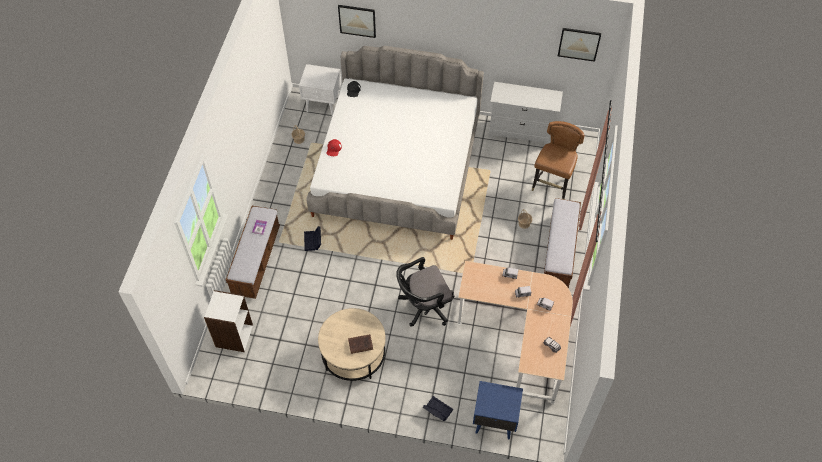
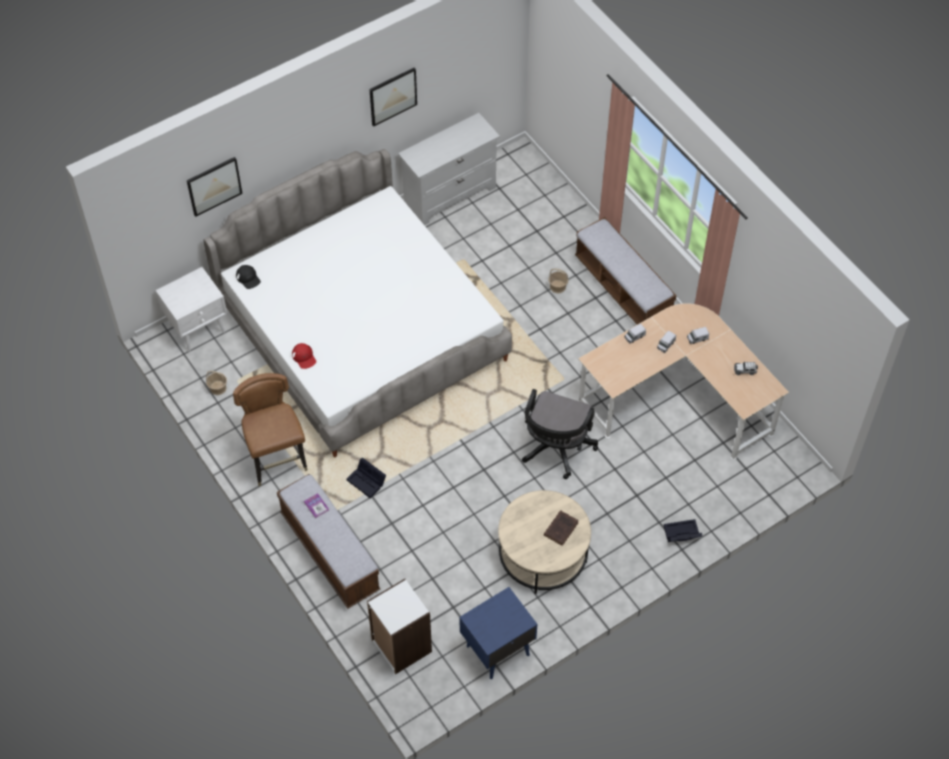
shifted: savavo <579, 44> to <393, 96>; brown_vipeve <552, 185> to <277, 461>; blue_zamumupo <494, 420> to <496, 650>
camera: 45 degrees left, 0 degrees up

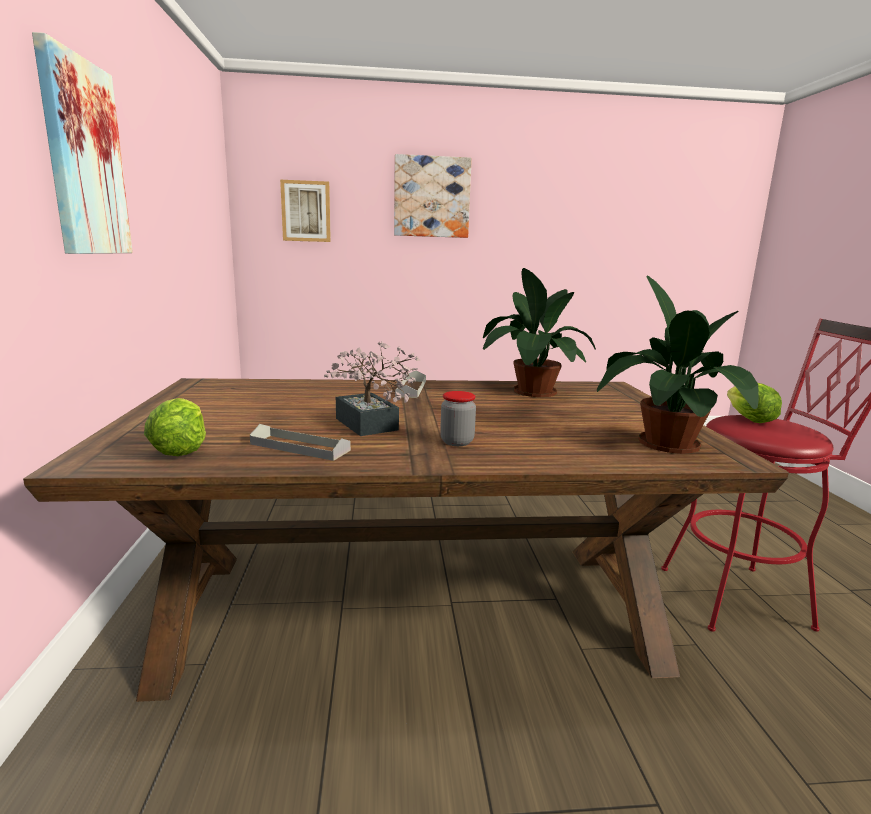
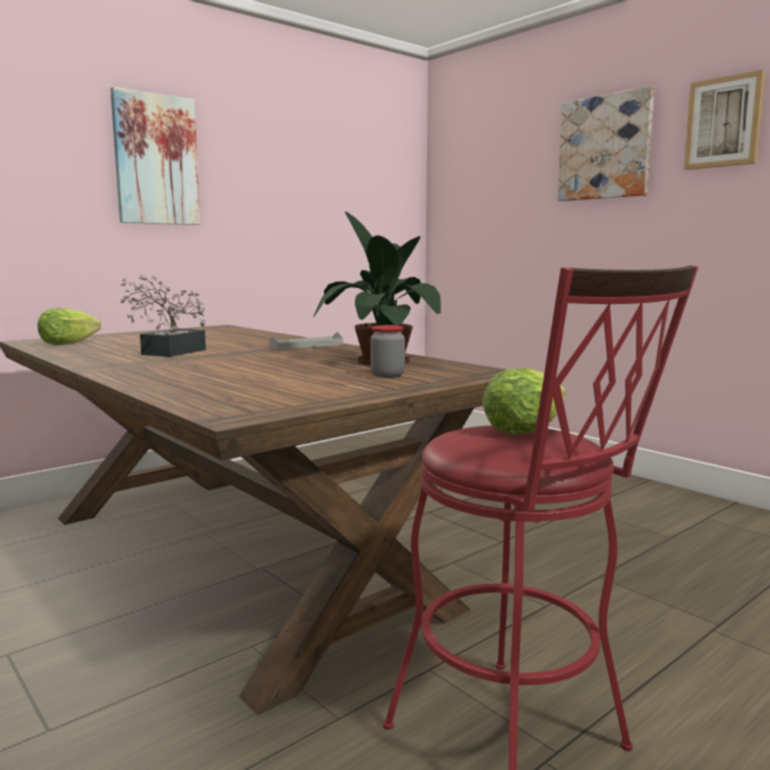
gone: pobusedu <664, 441>; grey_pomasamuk <300, 447>
shifted: savavo <306, 211> to <724, 122>; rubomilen <457, 442> to <387, 375>
camera: 55 degrees right, 5 degrees down

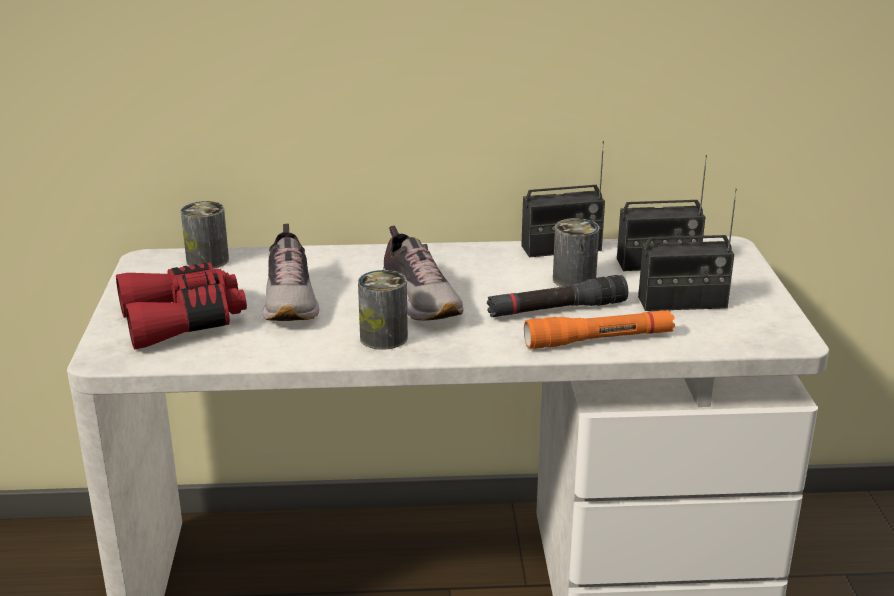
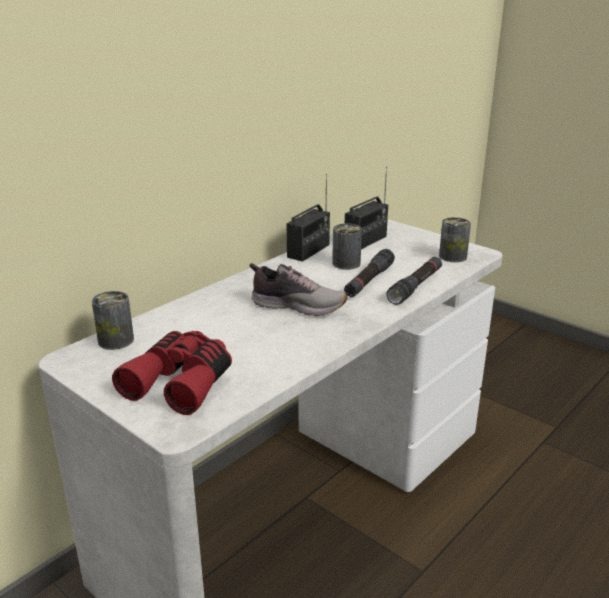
gone: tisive <682, 302>; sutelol <291, 302>
shifted: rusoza <383, 337> to <452, 256>
repainted: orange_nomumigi <599, 340> to black_nomumigi <416, 286>
camera: 45 degrees left, 0 degrees up

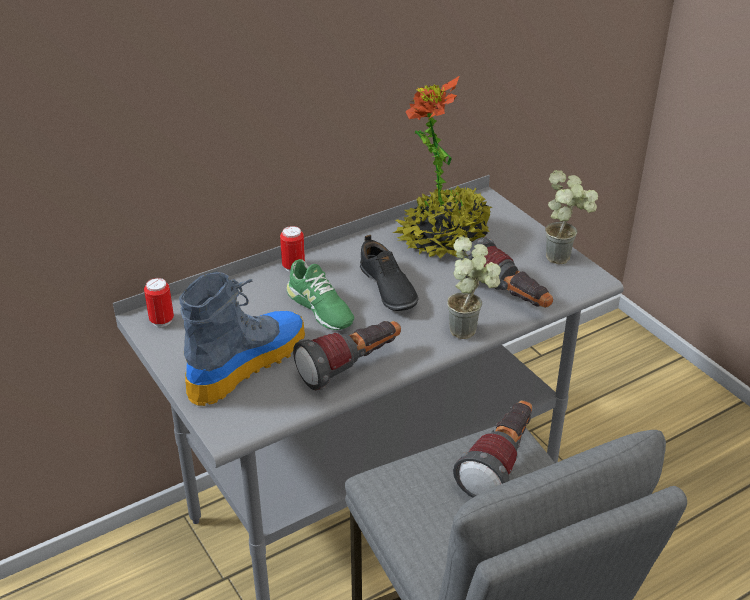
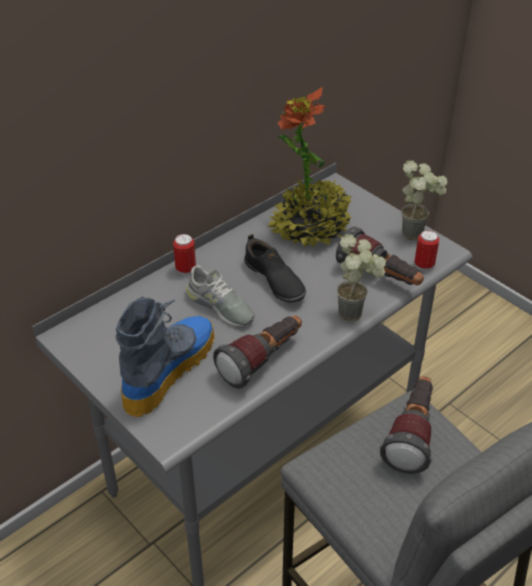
shifted: rusoza <162, 320> to <424, 265>
repainted: green_sutelol <320, 308> to grey_sutelol <219, 306>
camera: 10 degrees left, 5 degrees up

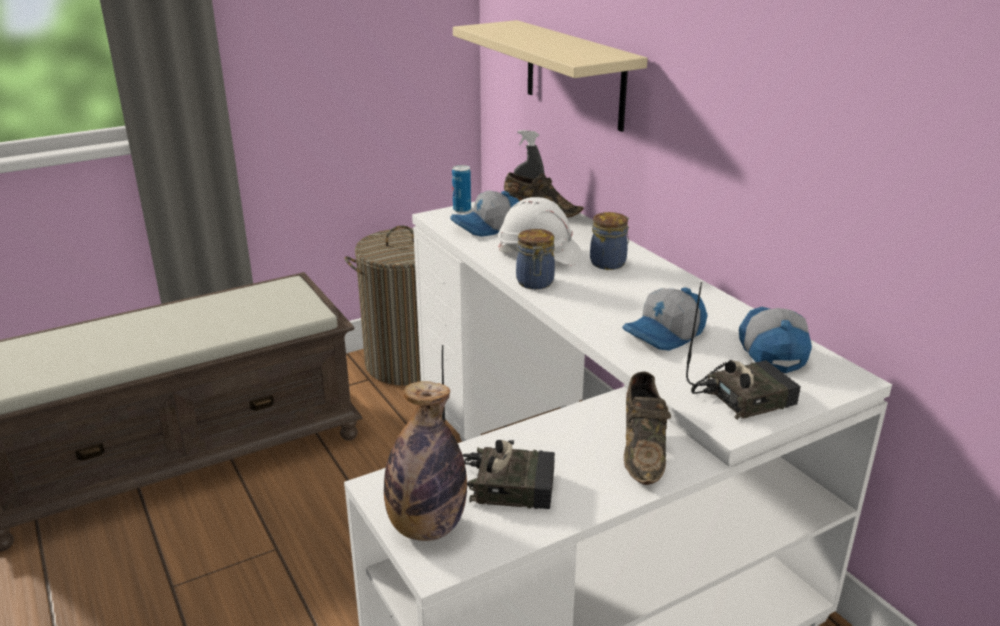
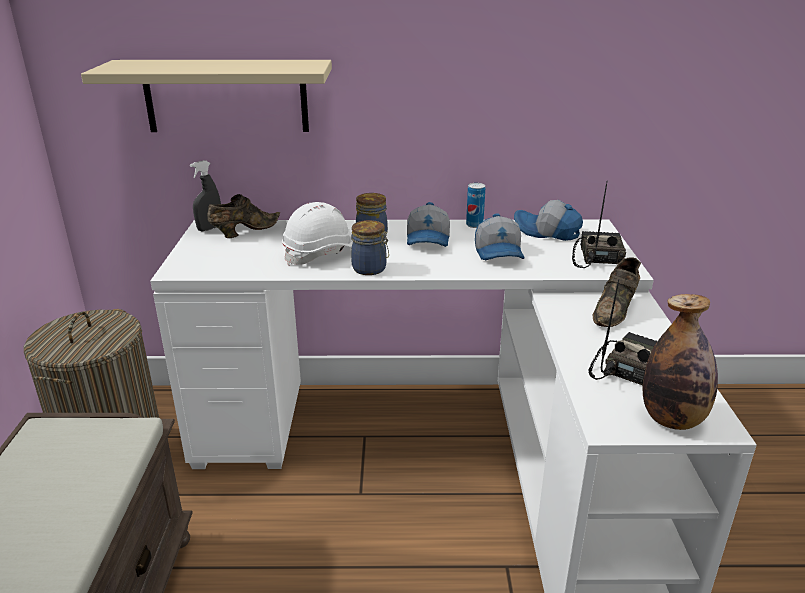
shifted: rusoza <462, 210> to <474, 225>; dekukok <487, 227> to <429, 240>
rotated: brown_sutelol <643, 450> = <615, 311> 90 degrees clockwise
camera: 60 degrees left, 0 degrees up

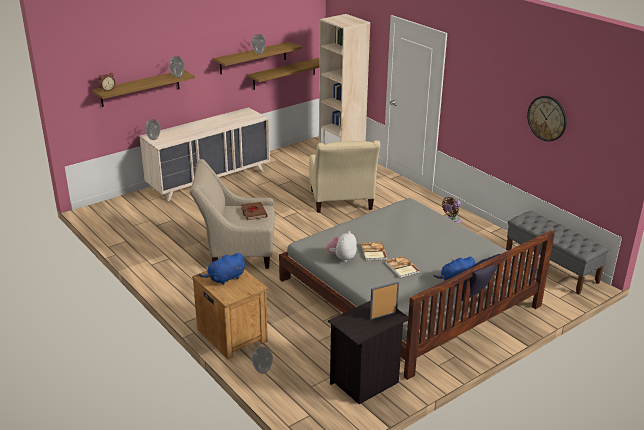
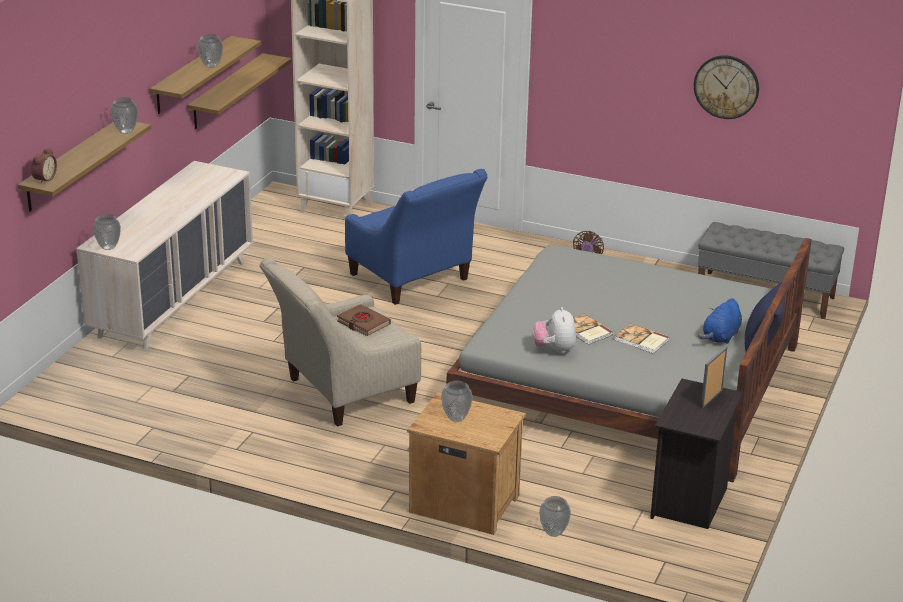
swapped: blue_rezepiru <225, 278> to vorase <456, 418>
repainted: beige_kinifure <341, 202> to blue_kinifure <414, 280>
camera: 30 degrees left, 0 degrees up

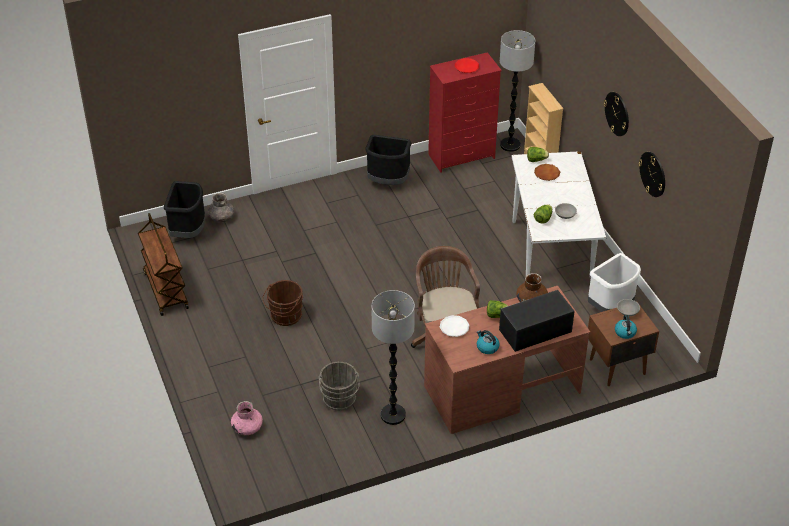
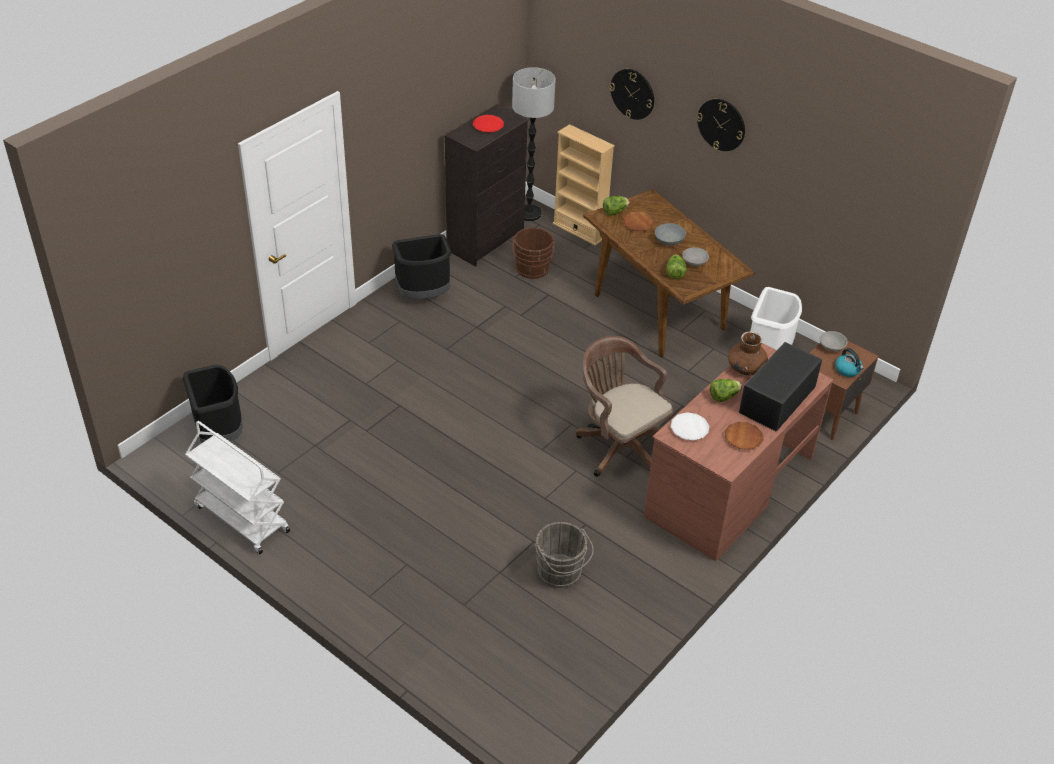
gone: grey_vorase <221, 217>; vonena <392, 415>; pink_vorase <247, 427>
new: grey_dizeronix <669, 241>
shifted: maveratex <653, 174> to <632, 93>; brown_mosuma <285, 317> to <532, 270>
swapped: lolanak <487, 347> to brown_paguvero <743, 438>
repainted: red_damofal <462, 156> to black_damofal <486, 241>; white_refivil <551, 248> to brown_refivil <658, 311>; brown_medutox <165, 290> to white_medutox <241, 519>
camera: 30 degrees left, 0 degrees up

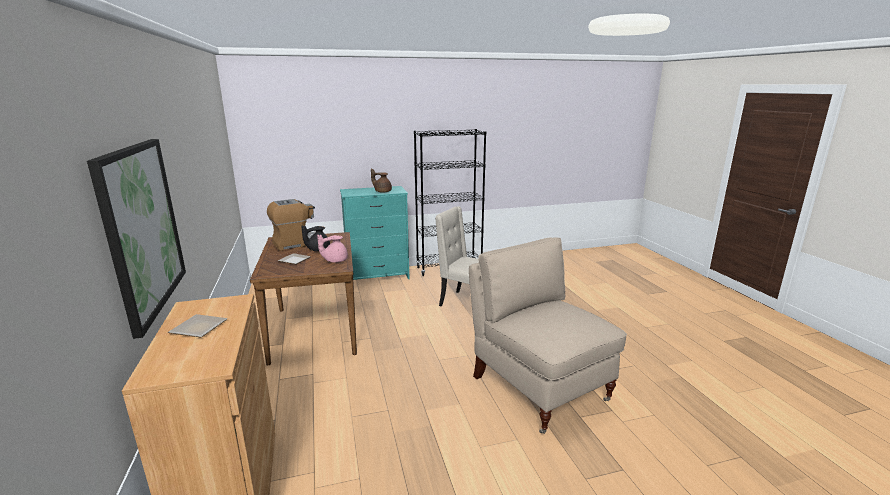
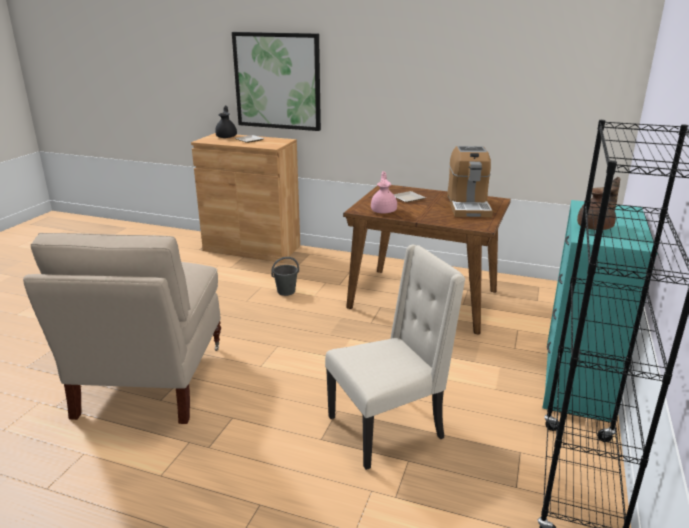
new: grey_mosuma <286, 291>
shifted: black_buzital <318, 250> to <227, 137>
rotated: beige_vipeve <538, 387> = <151, 381> 90 degrees clockwise
camera: 125 degrees right, 5 degrees up

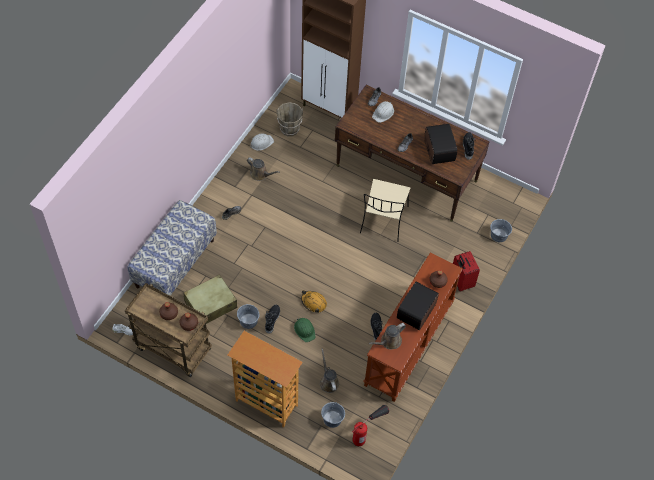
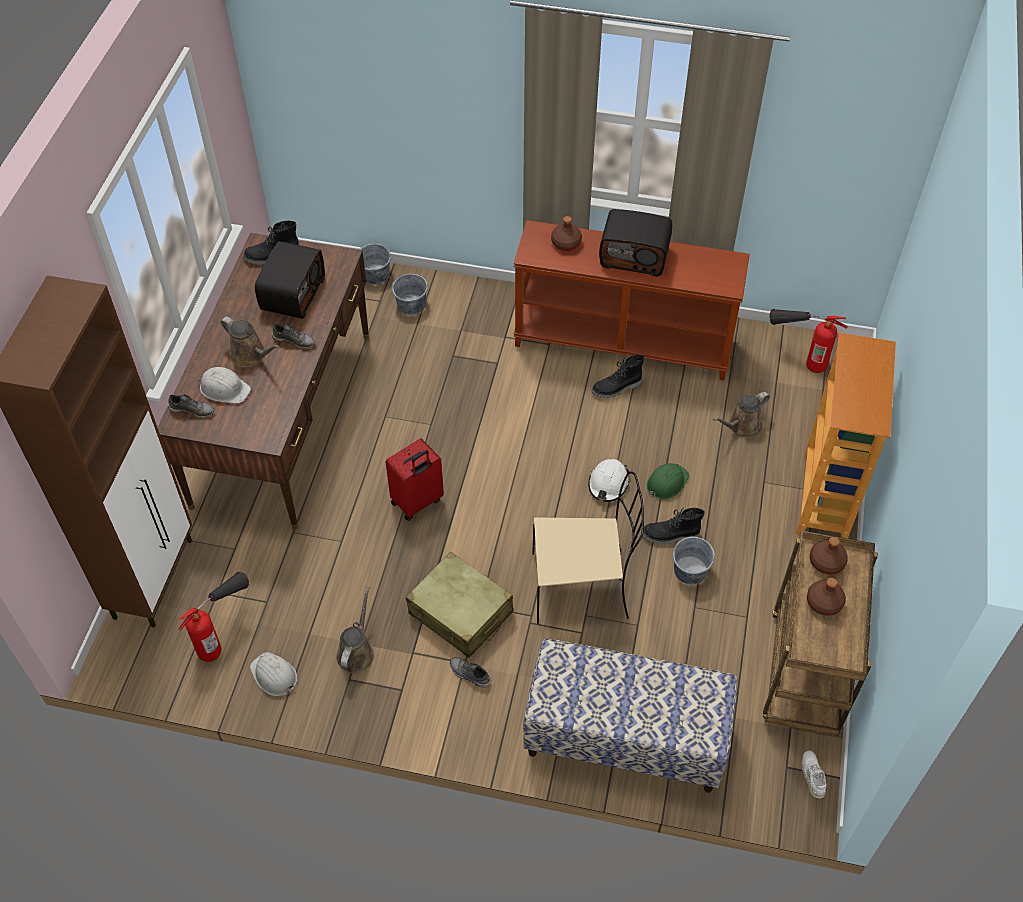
shifted: beige_vipeve <383, 221> to <582, 586>; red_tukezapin <461, 281> to <417, 502>; beige_tukezapin <210, 304> to <460, 613>; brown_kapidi <389, 341> to <251, 355>; grey_mosuma <332, 419> to <411, 304>
swapped: brown_mosuma <289, 129> to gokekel <224, 634>
repainted: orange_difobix <314, 302> to white_difobix <608, 484>
rotated: tisive <438, 150> = <292, 293> 135 degrees clockwise
camera: 105 degrees left, 5 degrees down

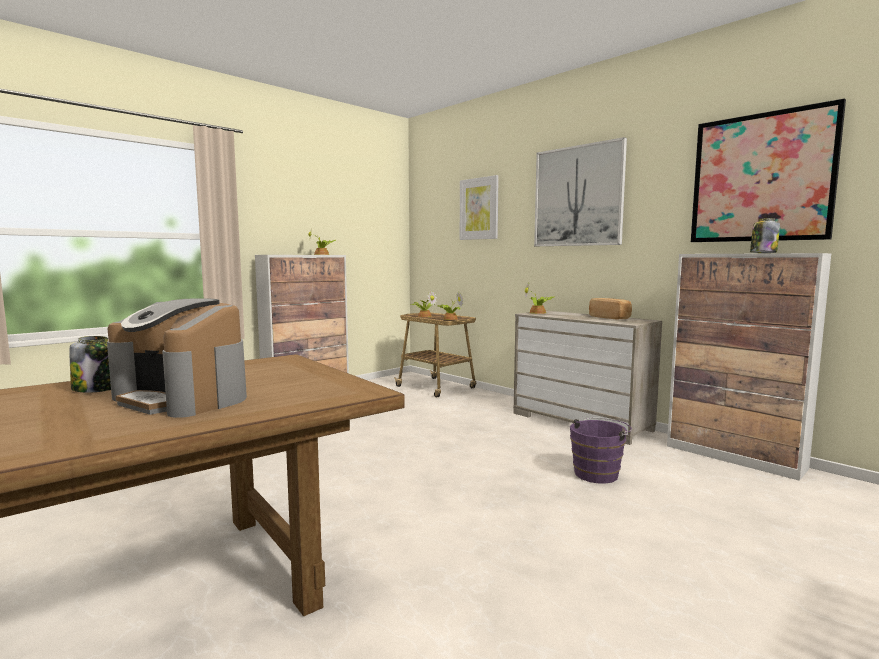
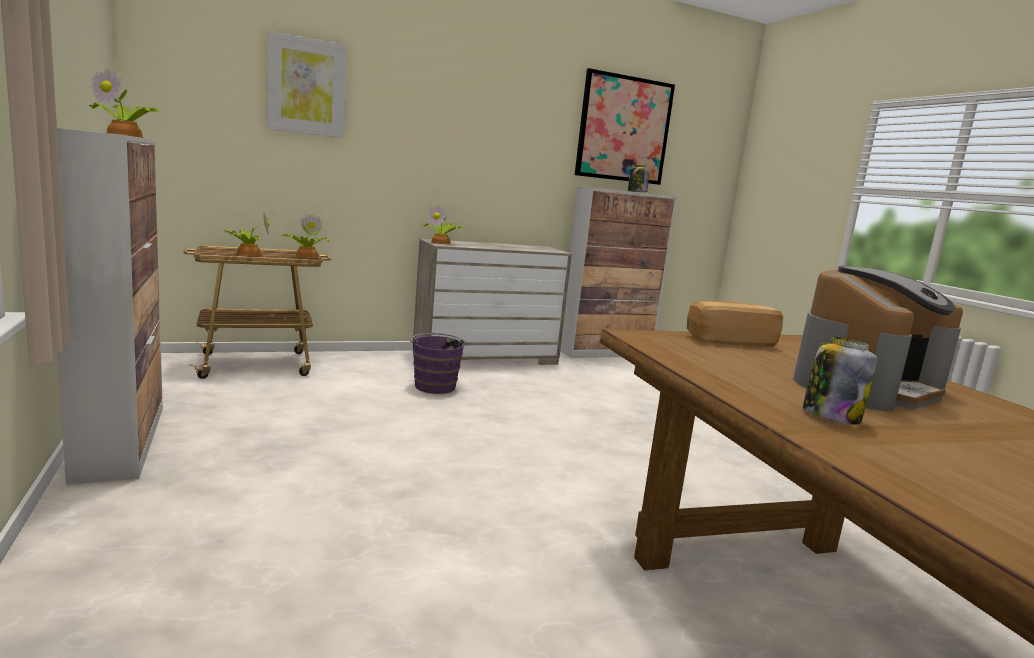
gone: savavo <578, 196>
shifted: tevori <610, 317> to <729, 340>; purple_mosuma <598, 473> to <434, 385>
camera: 70 degrees left, 5 degrees up

